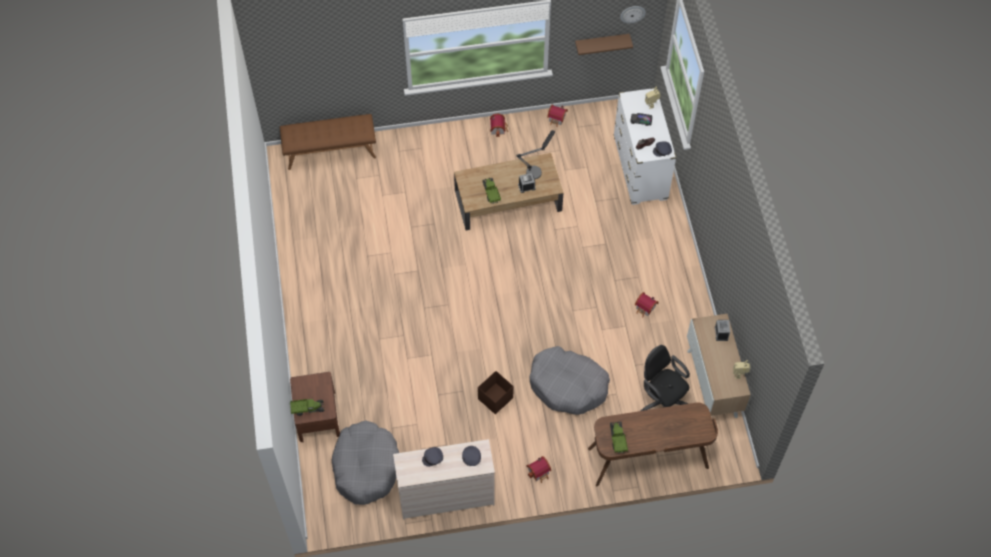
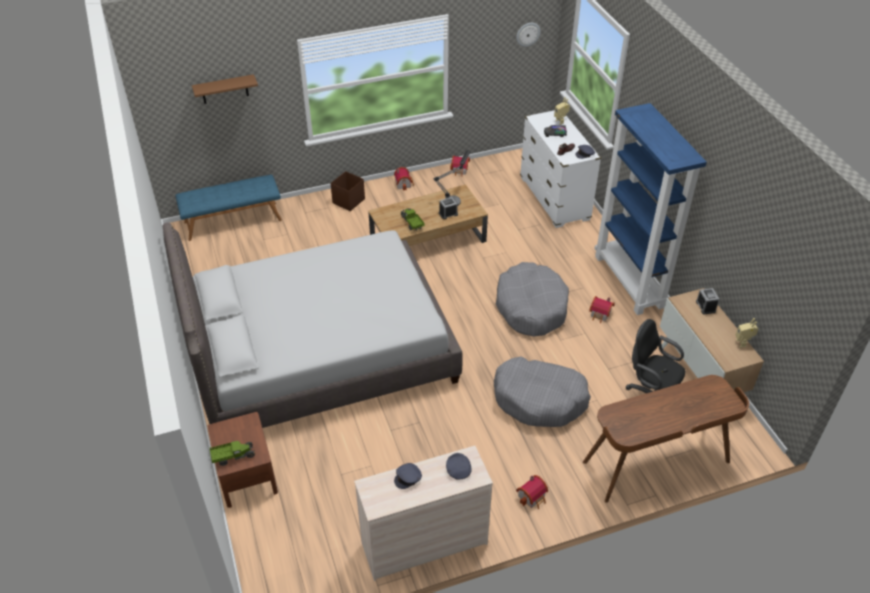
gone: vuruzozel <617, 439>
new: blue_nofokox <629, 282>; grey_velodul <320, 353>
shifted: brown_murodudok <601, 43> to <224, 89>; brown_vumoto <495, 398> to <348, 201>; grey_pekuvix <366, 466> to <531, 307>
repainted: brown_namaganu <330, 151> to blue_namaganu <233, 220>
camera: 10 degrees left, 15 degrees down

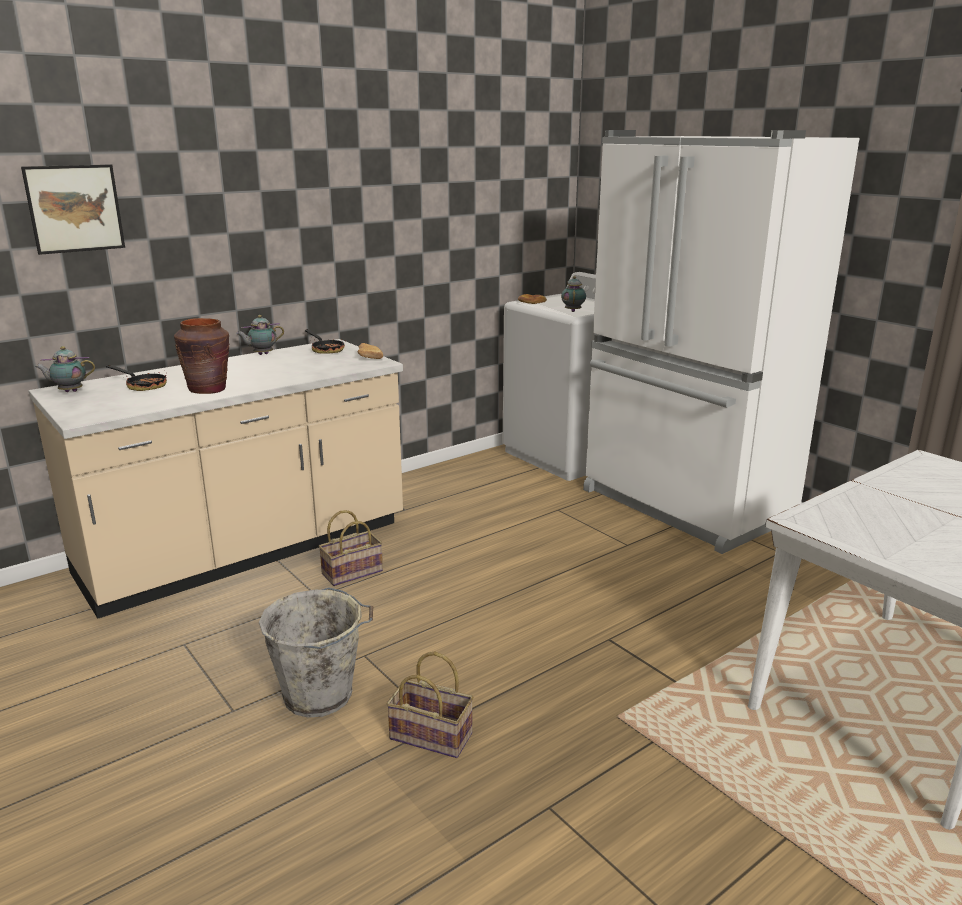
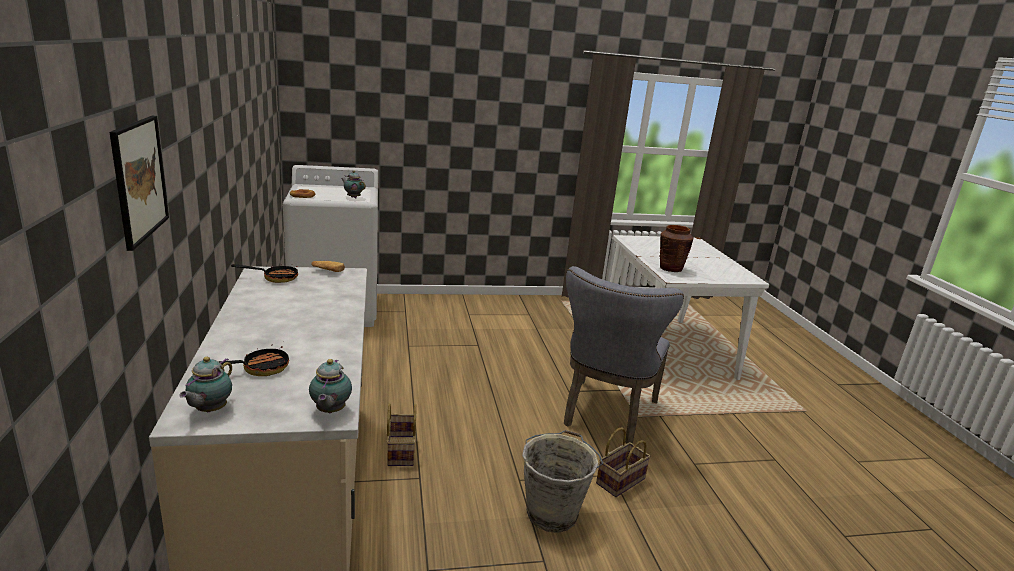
gone: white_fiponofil <684, 506>
new: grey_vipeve <606, 415>
shifted: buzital <261, 354> to <330, 411>; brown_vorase <208, 389> to <670, 269>
camera: 65 degrees left, 0 degrees up

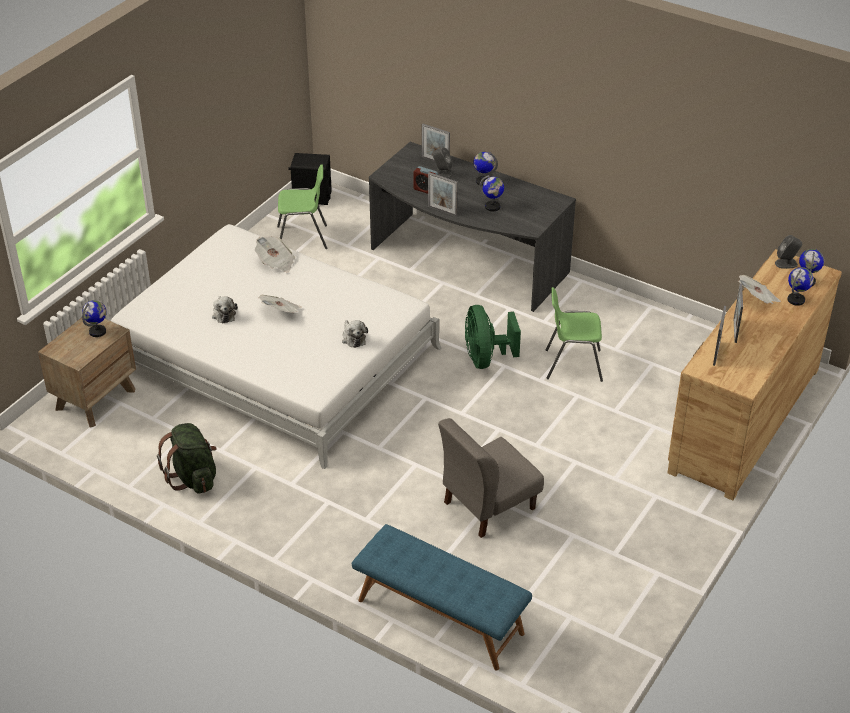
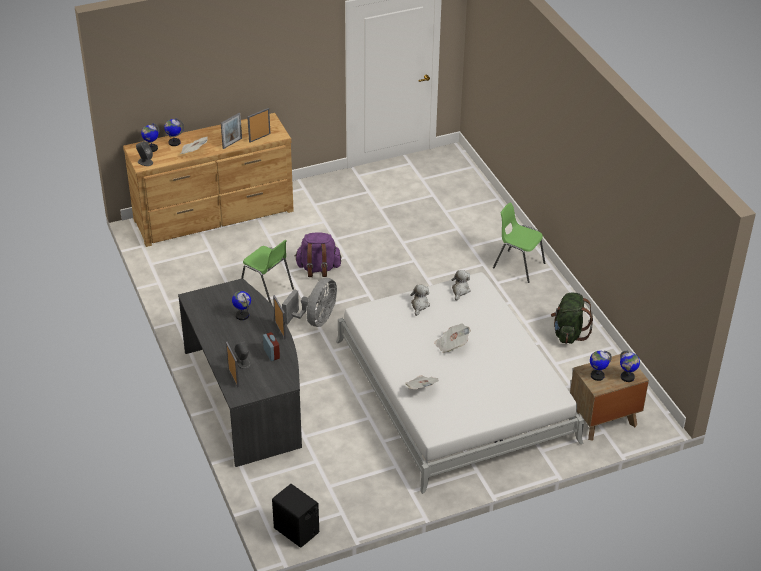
gone: grey_vipeve <488, 505>; blue_namaganu <439, 617>
new: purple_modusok <318, 268>
shifted: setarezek <483, 182> to <627, 377>; green_vipeve <302, 238> to <518, 265>; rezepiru <223, 314> to <460, 290>
repainted: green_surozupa <486, 358> to grey_surozupa <315, 320>
camera: 145 degrees left, 0 degrees up

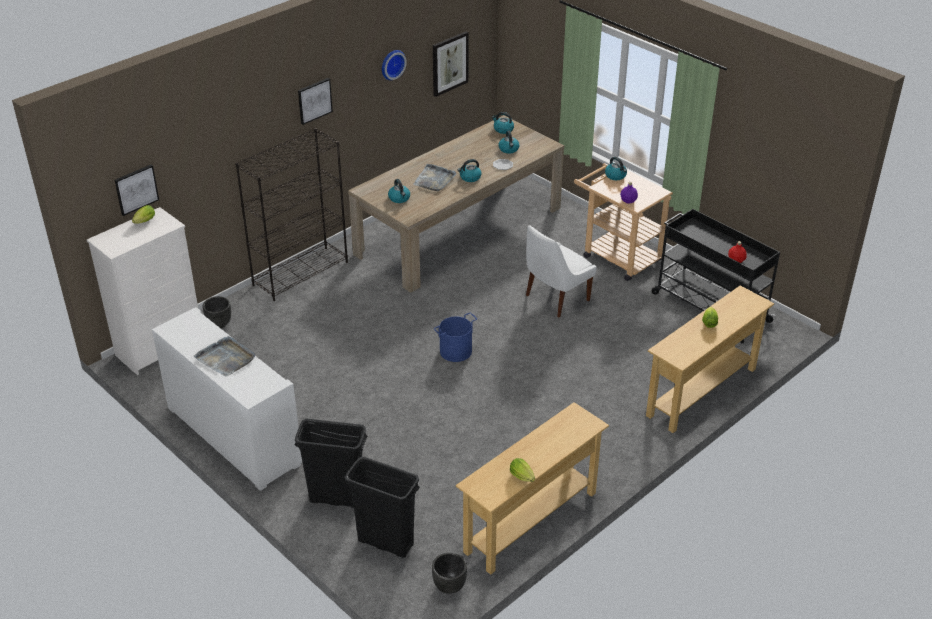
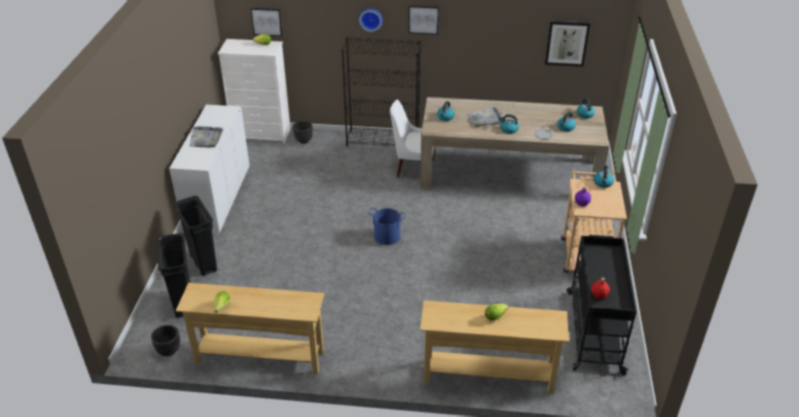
shifted: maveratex <391, 64> to <371, 19>; white_vipeve <555, 299> to <413, 168>
camera: 50 degrees right, 0 degrees up

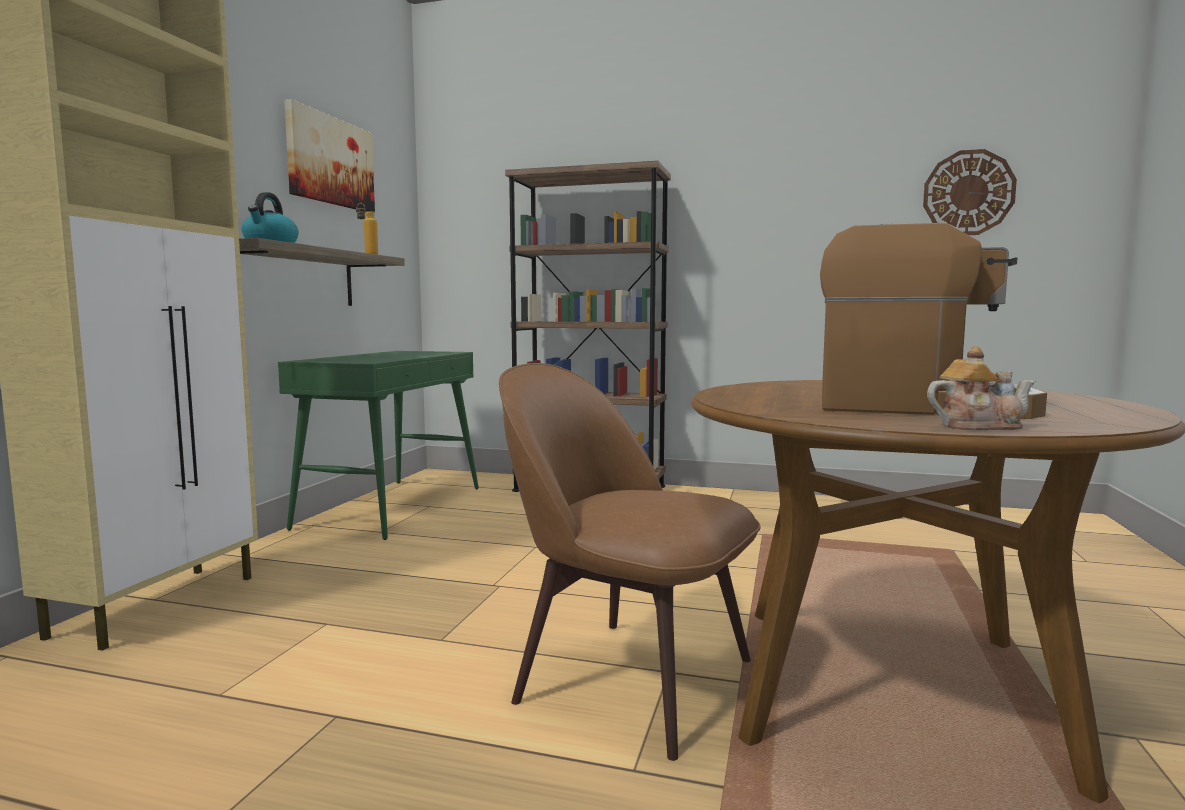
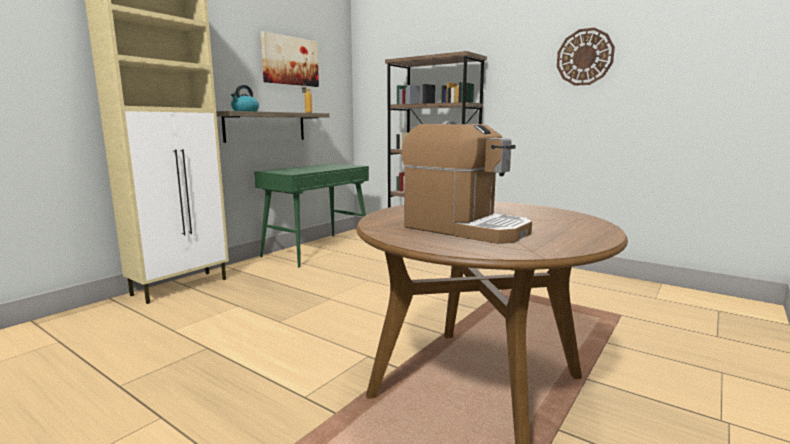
gone: buzital <977, 426>; brown_vipeve <627, 677>
shifted: maveratex <968, 193> to <584, 57>
camera: 20 degrees right, 5 degrees up

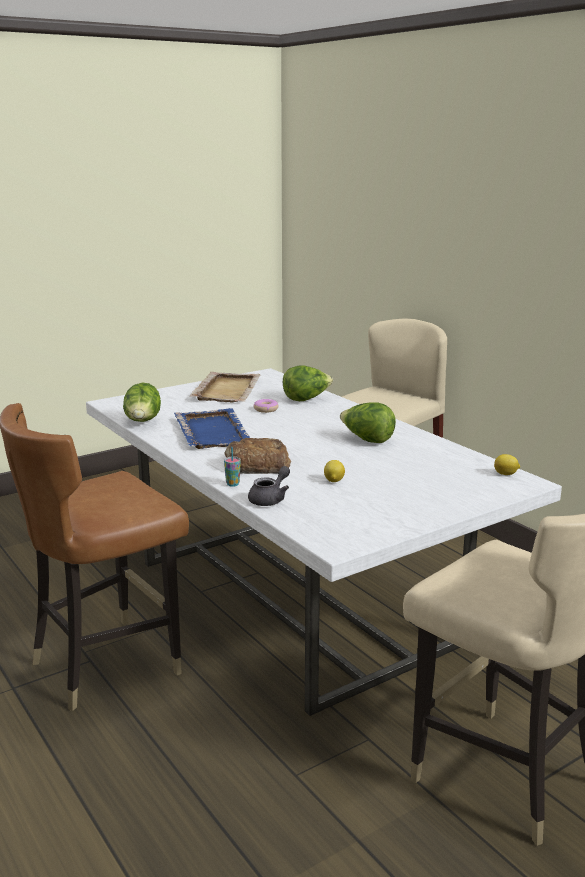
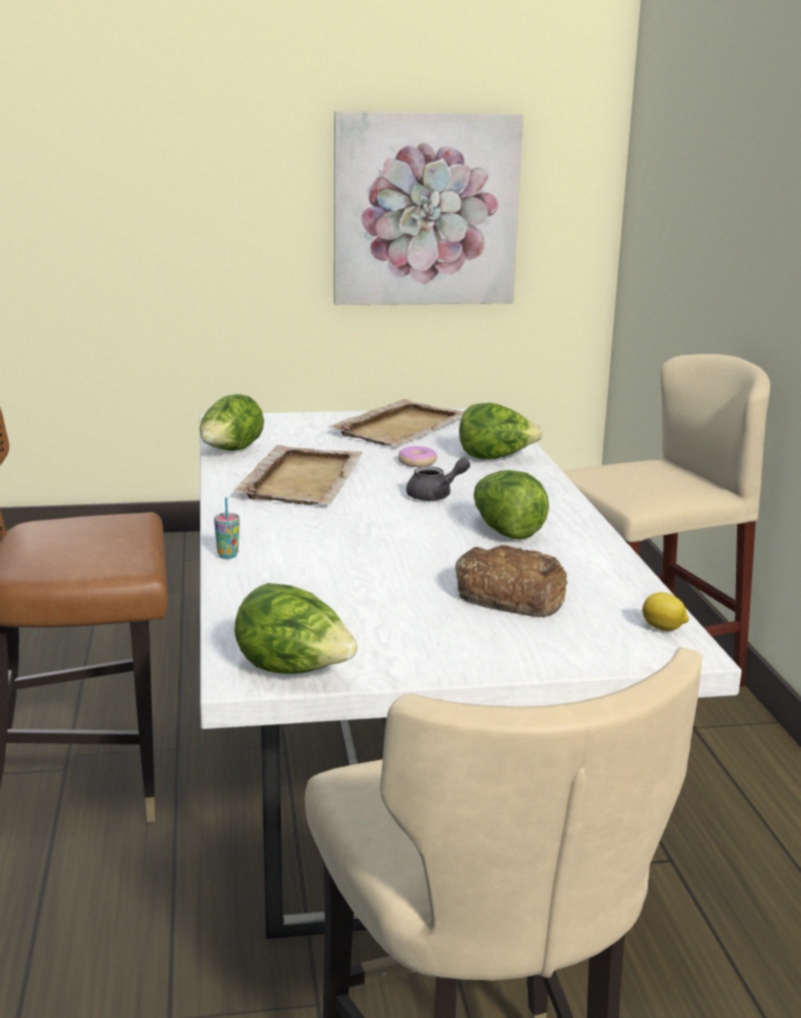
gone: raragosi <333, 481>
new: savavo <425, 210>; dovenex <294, 671>
shifted: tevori <257, 465> to <510, 594>; grey_buzital <270, 499> to <435, 495>
repainted: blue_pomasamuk <212, 431> to beige_pomasamuk <302, 479>
camera: 25 degrees right, 0 degrees up

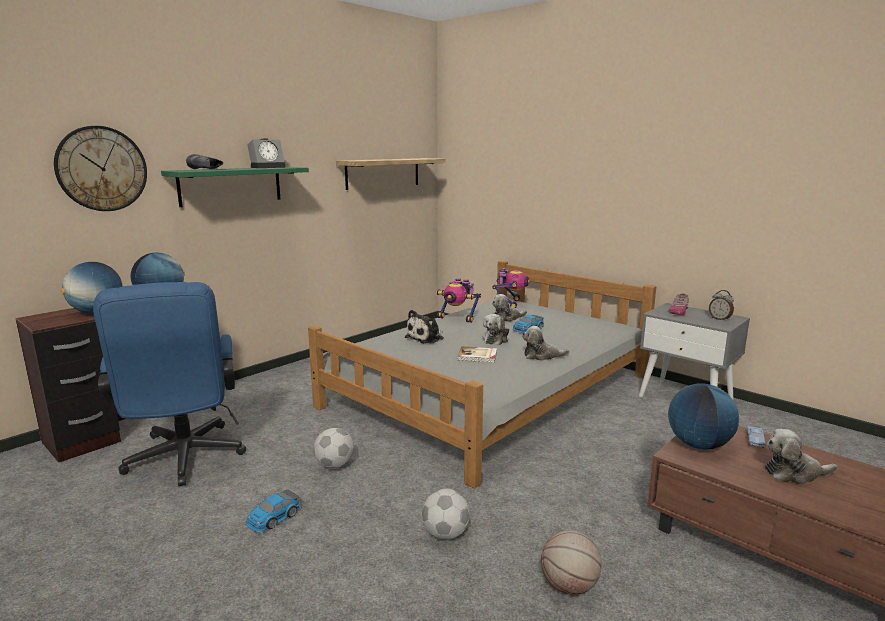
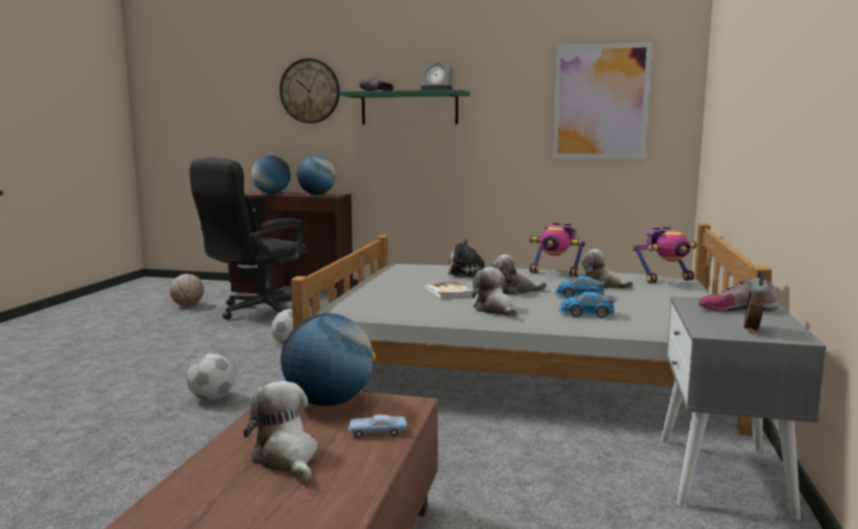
shifted: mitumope <273, 518> to <586, 313>; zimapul <569, 586> to <187, 305>
swapped: murodudok <383, 173> to savavo <600, 102>
repainted: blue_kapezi <184, 461> to black_kapezi <258, 311>
rotated: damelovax <457, 318> = <555, 273> 60 degrees counterclockwise
camera: 60 degrees right, 5 degrees down

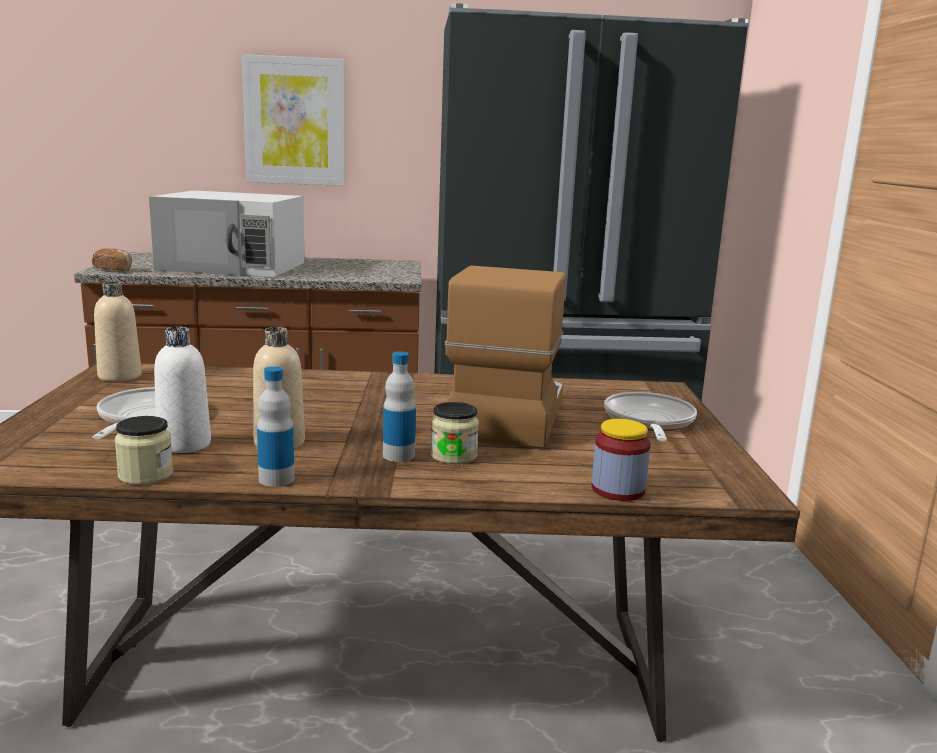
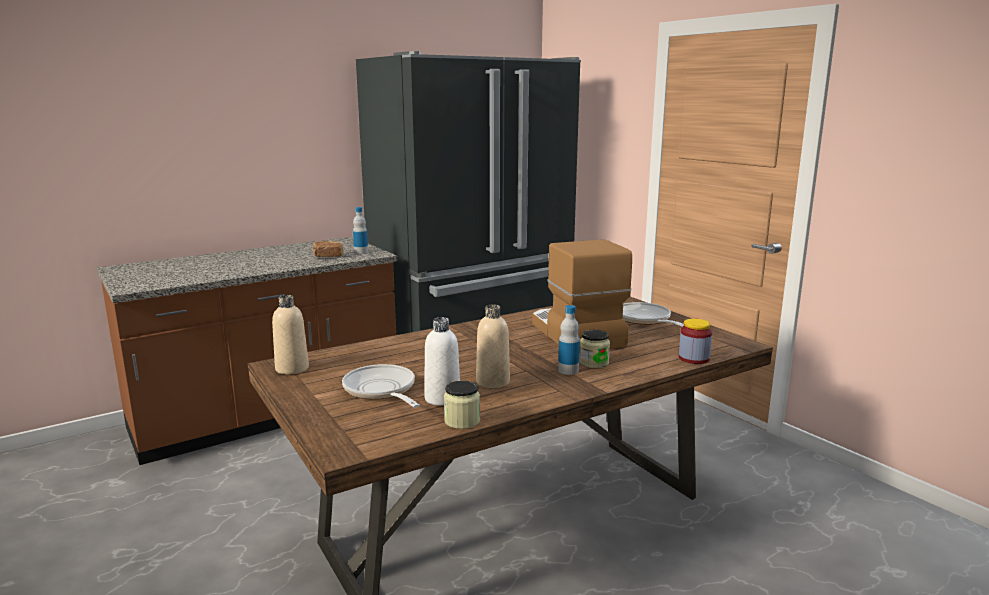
gone: savavo <295, 121>; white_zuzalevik <234, 266>
shifted: tevori <114, 270> to <328, 256>; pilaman <276, 479> to <361, 252>
camera: 30 degrees left, 0 degrees up

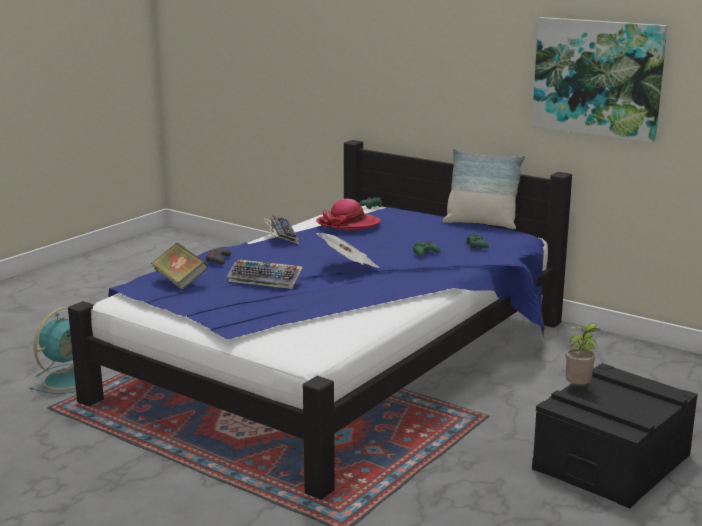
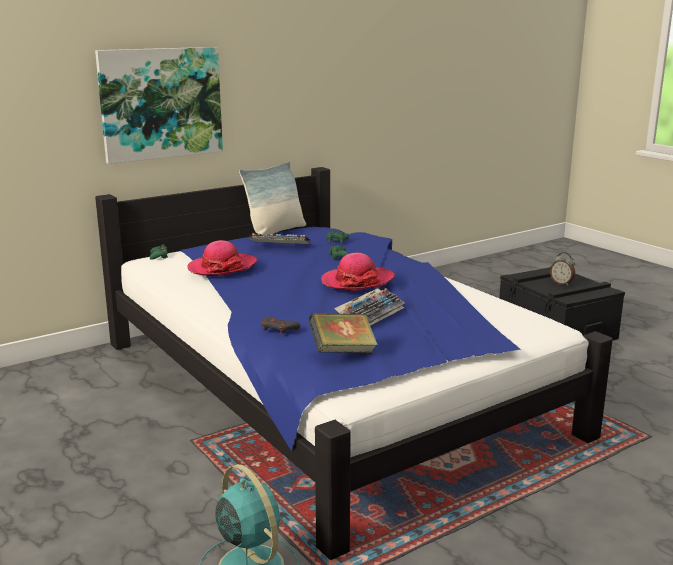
gone: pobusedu <579, 388>
new: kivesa <561, 283>
shifted: savavo <597, 78> to <161, 103>; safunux <280, 235> to <278, 246>
swapped: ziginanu <348, 266> to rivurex <357, 281>
camera: 70 degrees left, 0 degrees up

